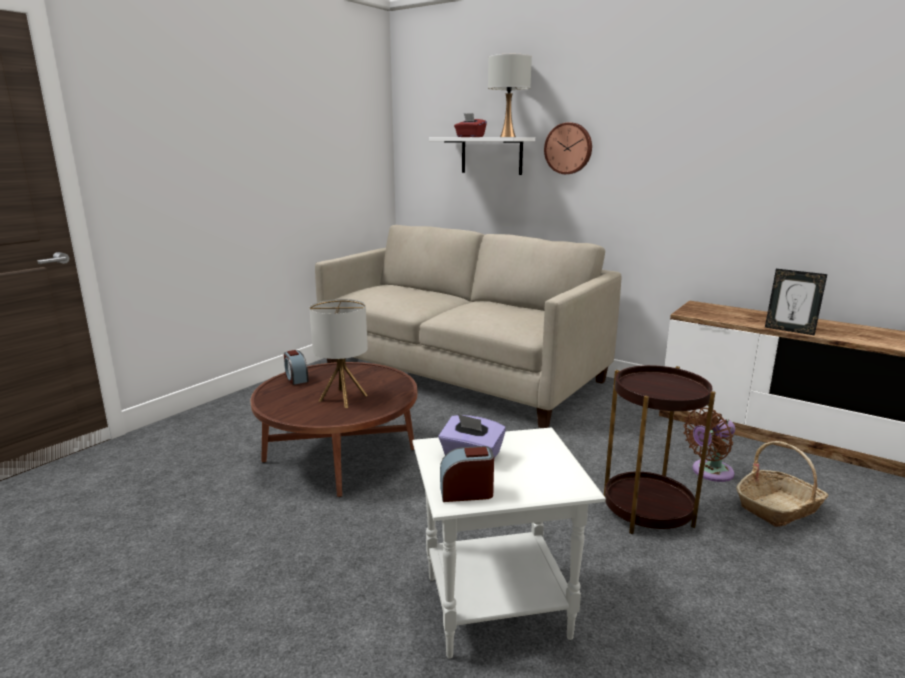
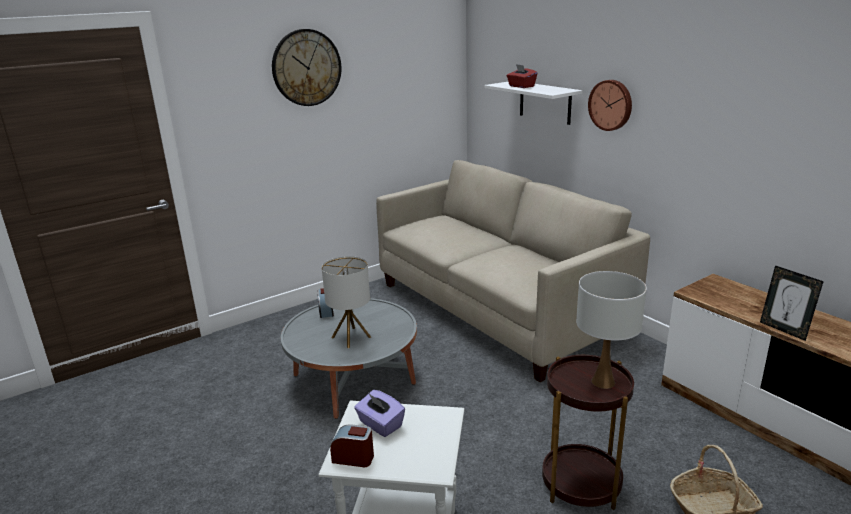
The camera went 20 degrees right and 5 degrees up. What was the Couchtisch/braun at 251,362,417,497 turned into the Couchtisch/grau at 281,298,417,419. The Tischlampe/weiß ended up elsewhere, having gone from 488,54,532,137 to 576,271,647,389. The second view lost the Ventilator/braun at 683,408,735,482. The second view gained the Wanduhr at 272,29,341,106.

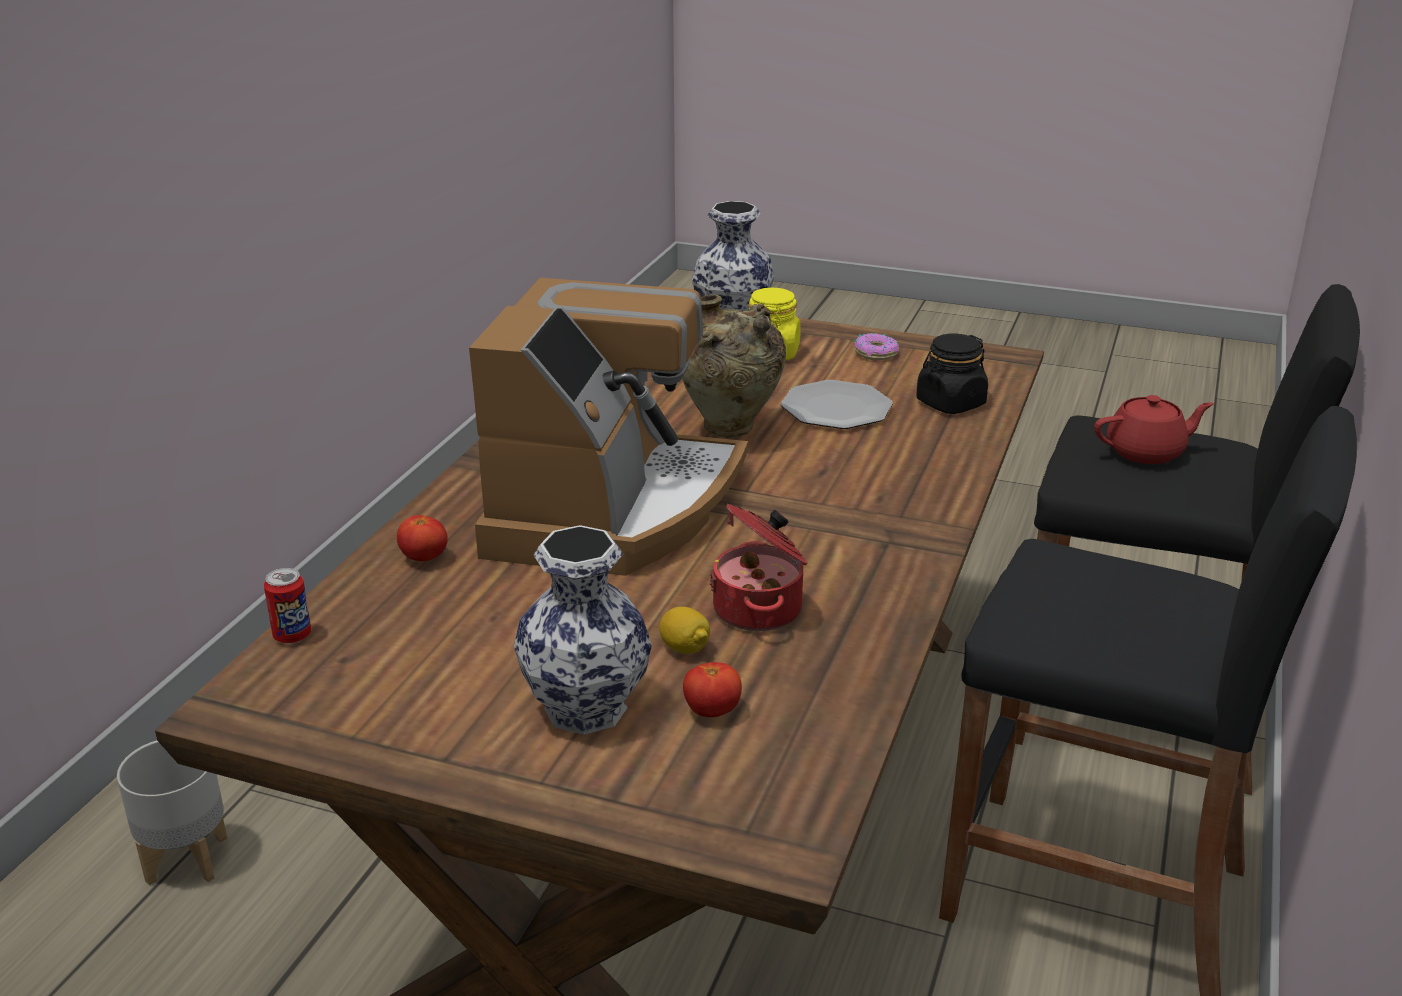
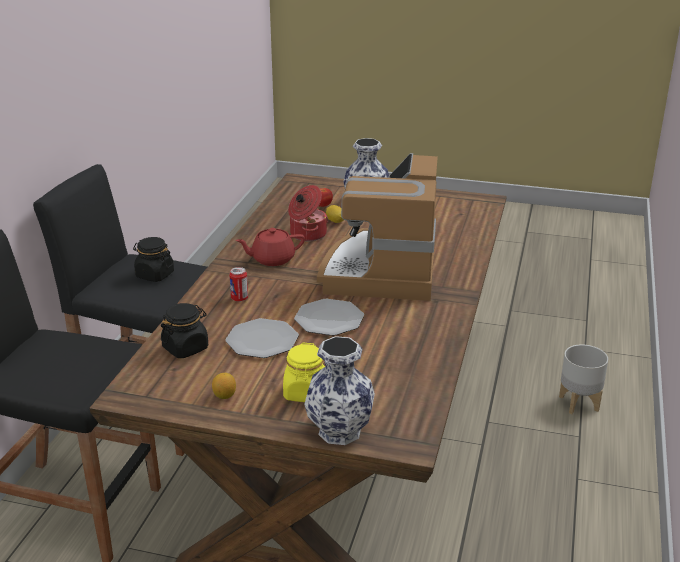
The camera went 175 degrees right and 0 degrees up. The Dose ended up elsewhere, having gone from 264,568,311,643 to 229,267,248,302. The second view lost the Tomate at 397,515,448,561. Where the Vase/beige stood at 682,294,786,438, the Teller came to stand at 294,299,364,336. Where the Donut stood at 854,333,899,360, the Zitrone came to stand at 212,373,236,399. The Teekanne/rot ended up elsewhere, having gone from 1094,395,1214,464 to 236,228,305,266. The second view gained the Vorratsglas/schwarz at 133,237,174,282.

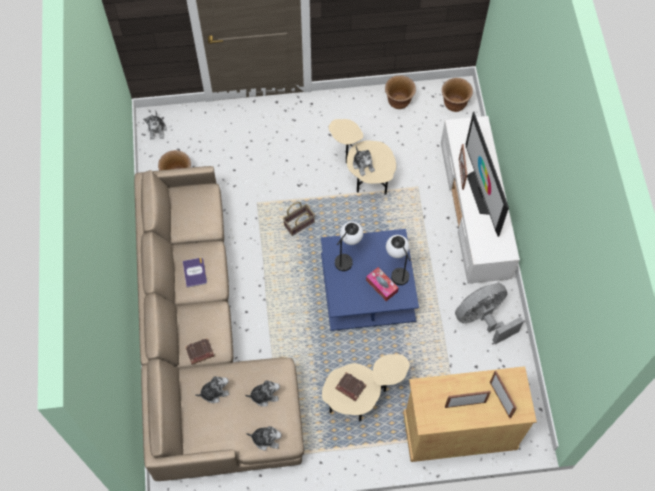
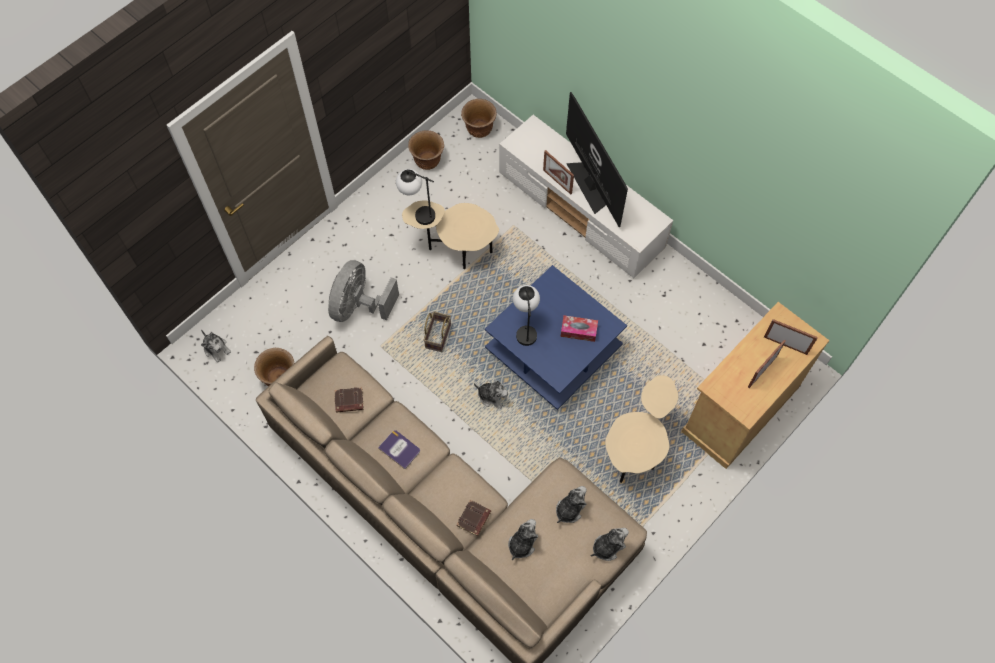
The camera went 40 degrees left and 0 degrees up. The Buch/braun ended up elsewhere, having gone from 335,372,367,401 to 334,387,364,413. The Plüschtier ended up elsewhere, having gone from 353,146,375,176 to 474,381,508,409. The Tischlampe ended up elsewhere, having gone from 386,235,411,285 to 396,169,435,225. The Ventilator/grau ended up elsewhere, having gone from 455,283,524,344 to 328,260,399,322. The Fernseher at 465,112,509,237 ended up facing another way, 150 degrees counterclockwise from before.

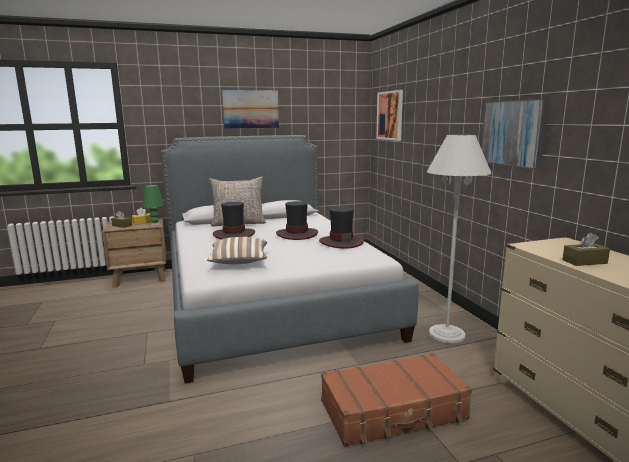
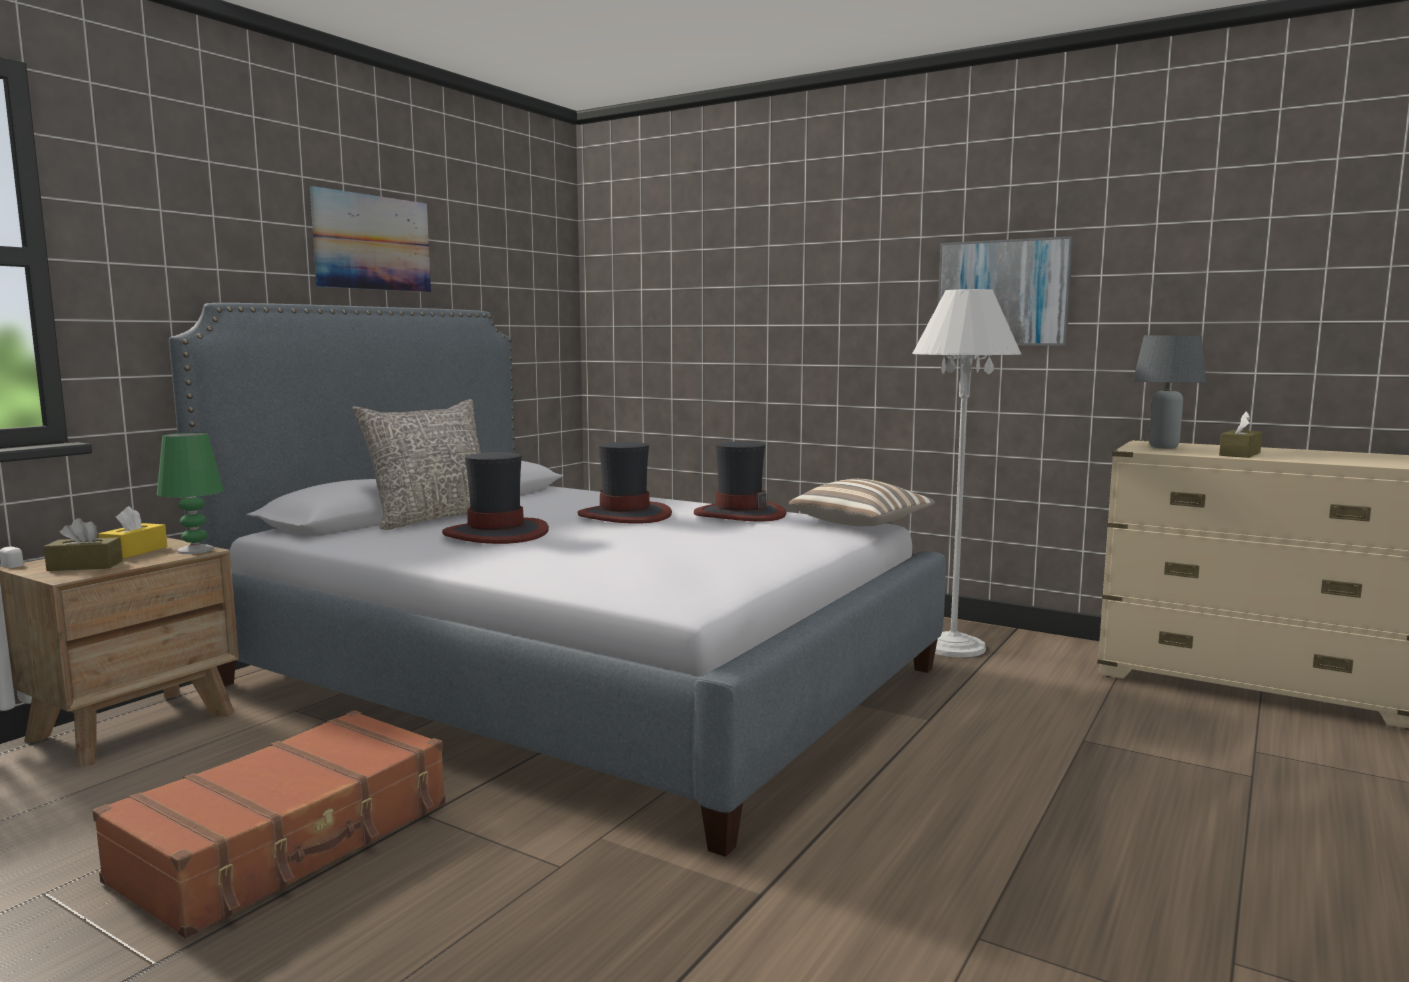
The camera went 40 degrees left and 5 degrees down. The Kissen ended up elsewhere, having gone from 207,237,268,264 to 789,479,935,526. The Koffer/braun ended up elsewhere, having gone from 321,353,472,447 to 92,710,446,938. The second view lost the Bild at 376,90,403,141. The second view gained the Tischlampe/grau at 1133,335,1206,449.

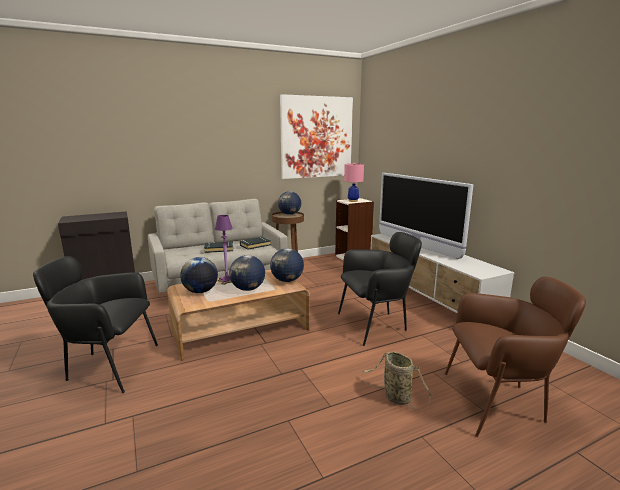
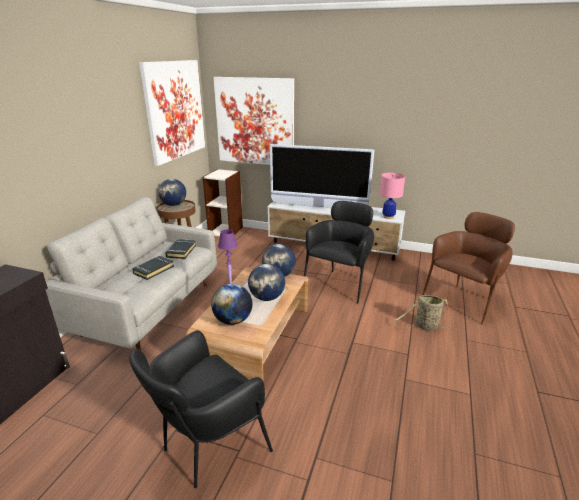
The camera went 45 degrees left and 10 degrees up. The Tischlampe/rosa ended up elsewhere, having gone from 344,163,364,202 to 380,173,405,219. The second view gained the Bild at 214,77,294,165.

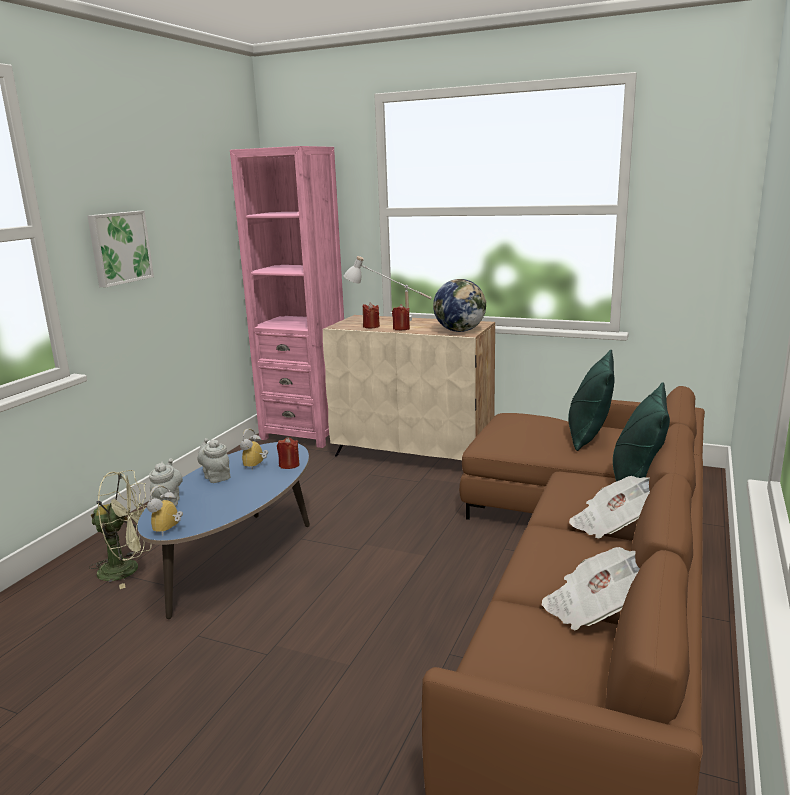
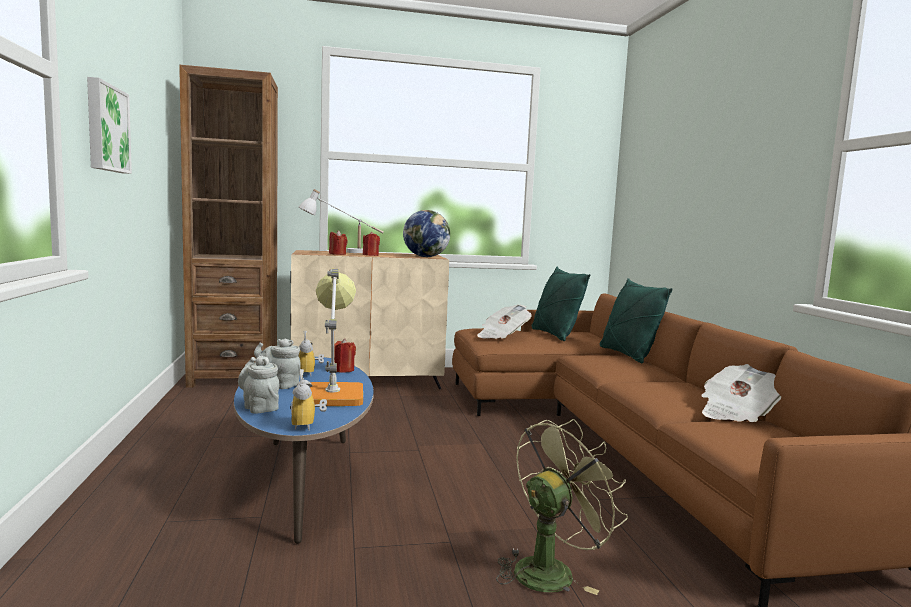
The camera went 35 degrees left and 10 degrees down. The Ventilator/grün ended up elsewhere, having gone from 89,470,152,589 to 496,419,628,595. What was the Bücherregal/rosa at 230,146,344,448 turned into the Bücherregal/braun at 179,65,278,388. The Zeitung ended up elsewhere, having gone from 569,476,650,538 to 477,305,531,339. The second view gained the Tischlampe at 310,269,363,406.

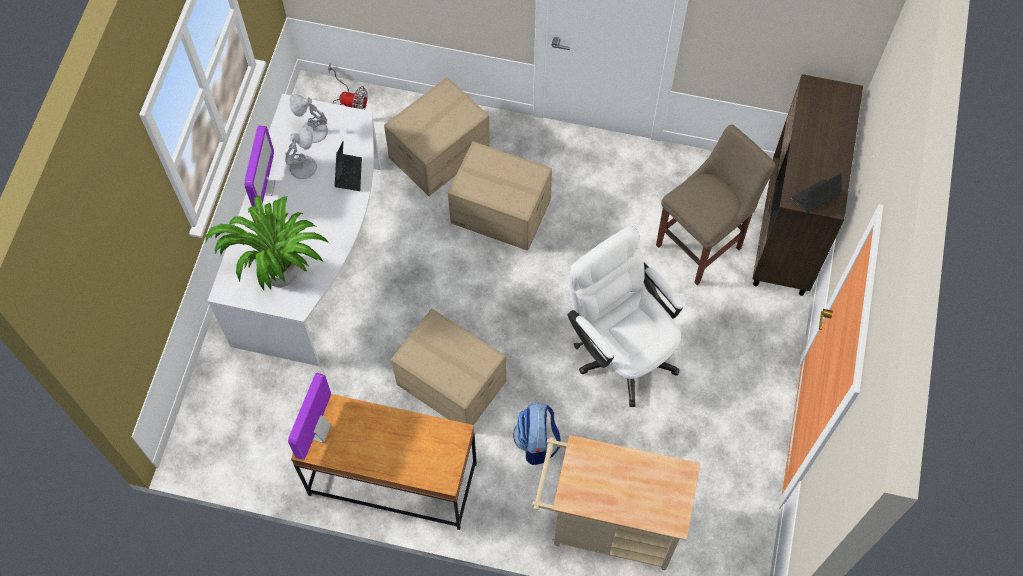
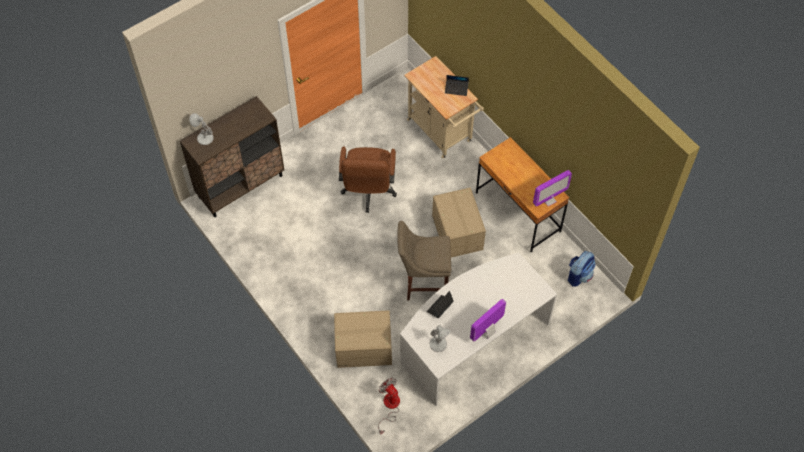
The camera went 140 degrees left and 5 degrees down. The second view lost the Topfpflanze at 205,195,329,290. The Tischlampe/weiß ended up elsewhere, having gone from 285,126,317,179 to 189,113,214,145. The second view lost the Karton at 448,141,552,251. The Rucksack ended up elsewhere, having gone from 513,402,561,465 to 568,251,596,287. What was the Bürostuhl/weiß at 568,226,683,407 turned into the Bürostuhl/braun at 339,147,397,213. The Hocker/beige ended up elsewhere, having gone from 656,125,776,285 to 397,221,451,300. The Laptop ended up elsewhere, having gone from 791,173,842,213 to 445,75,469,96.

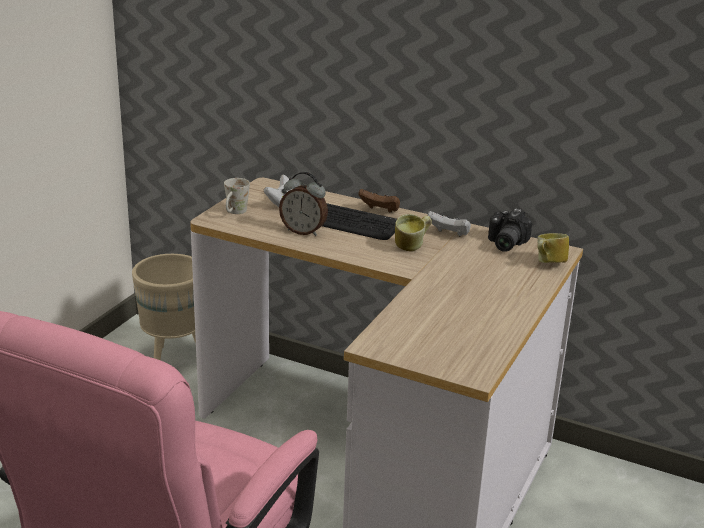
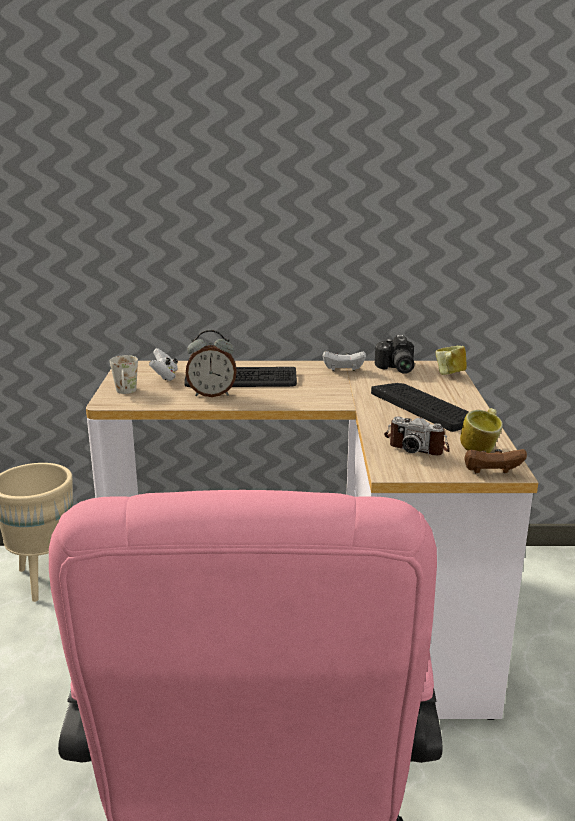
The camera went 25 degrees left and 5 degrees down. The Gamepad/braun ended up elsewhere, having gone from 358,189,400,213 to 464,449,527,474. The Henkelbecher ended up elsewhere, having gone from 395,214,432,252 to 460,408,503,453. The second view gained the Tastatur at 371,383,469,432. The second view gained the Kamera at 384,416,450,456.

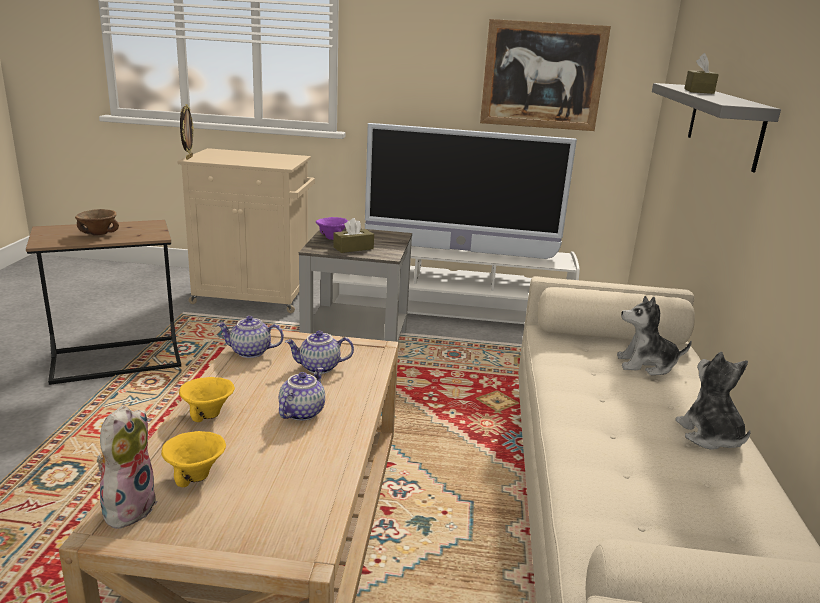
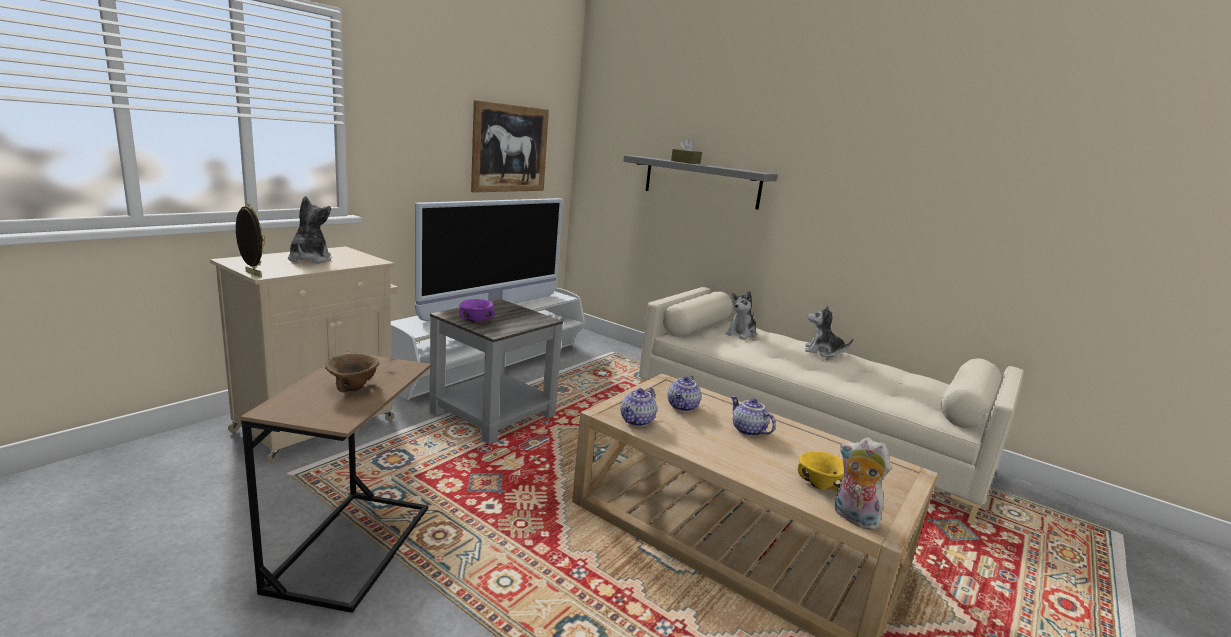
The camera went 60 degrees left and 5 degrees down. The second view lost the Schüssel/gelb at 179,377,235,422. The second view lost the Taschentuchbox/braun at 333,218,374,253. The second view gained the Plüschtier at 288,196,331,263.

